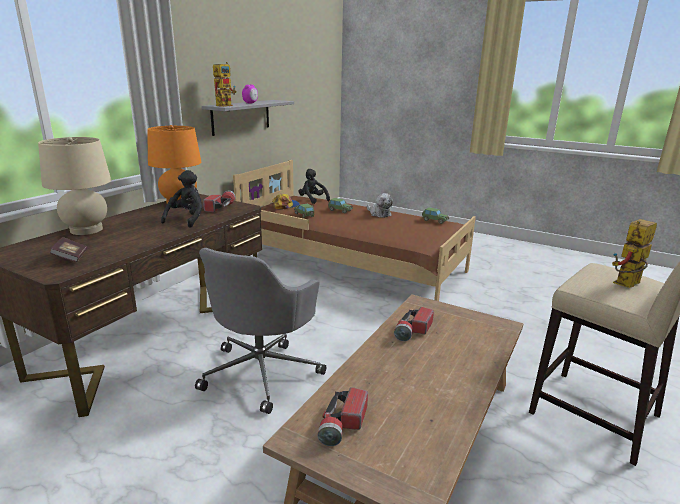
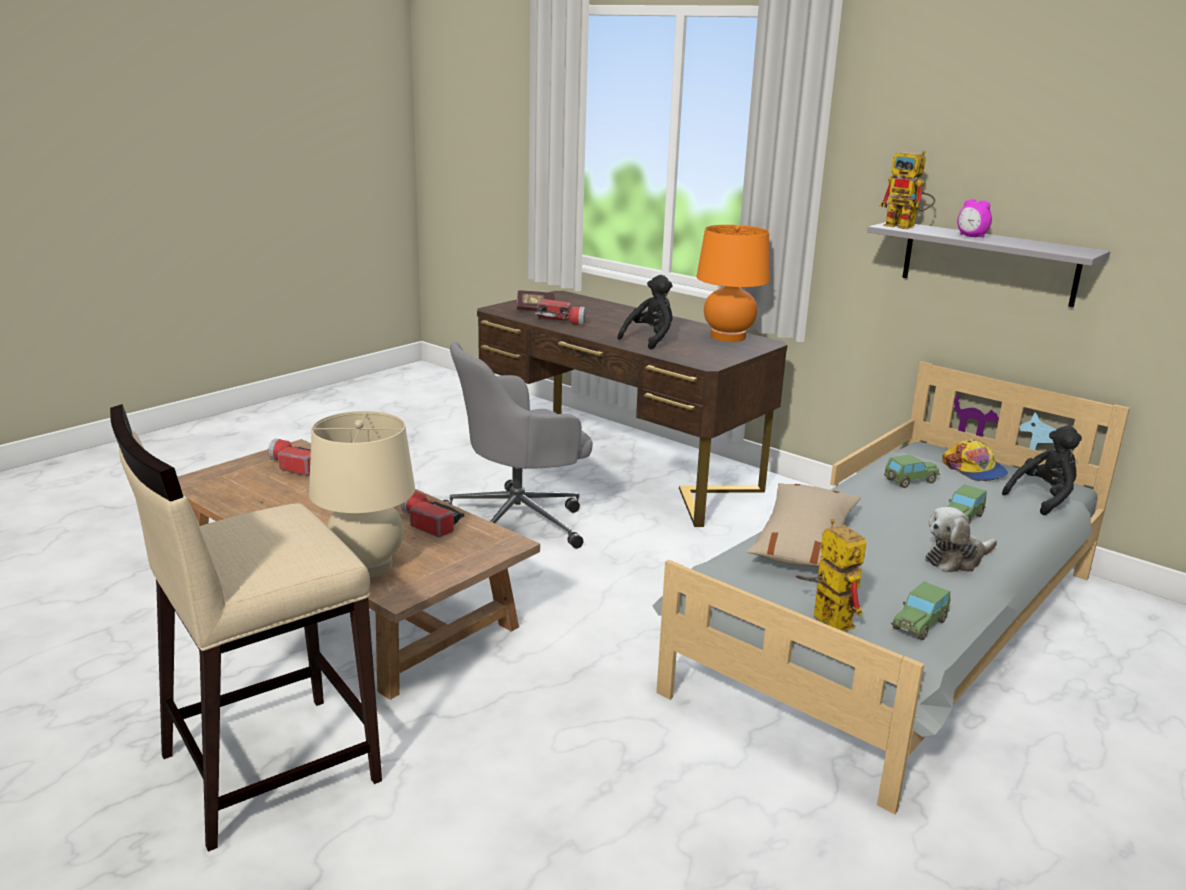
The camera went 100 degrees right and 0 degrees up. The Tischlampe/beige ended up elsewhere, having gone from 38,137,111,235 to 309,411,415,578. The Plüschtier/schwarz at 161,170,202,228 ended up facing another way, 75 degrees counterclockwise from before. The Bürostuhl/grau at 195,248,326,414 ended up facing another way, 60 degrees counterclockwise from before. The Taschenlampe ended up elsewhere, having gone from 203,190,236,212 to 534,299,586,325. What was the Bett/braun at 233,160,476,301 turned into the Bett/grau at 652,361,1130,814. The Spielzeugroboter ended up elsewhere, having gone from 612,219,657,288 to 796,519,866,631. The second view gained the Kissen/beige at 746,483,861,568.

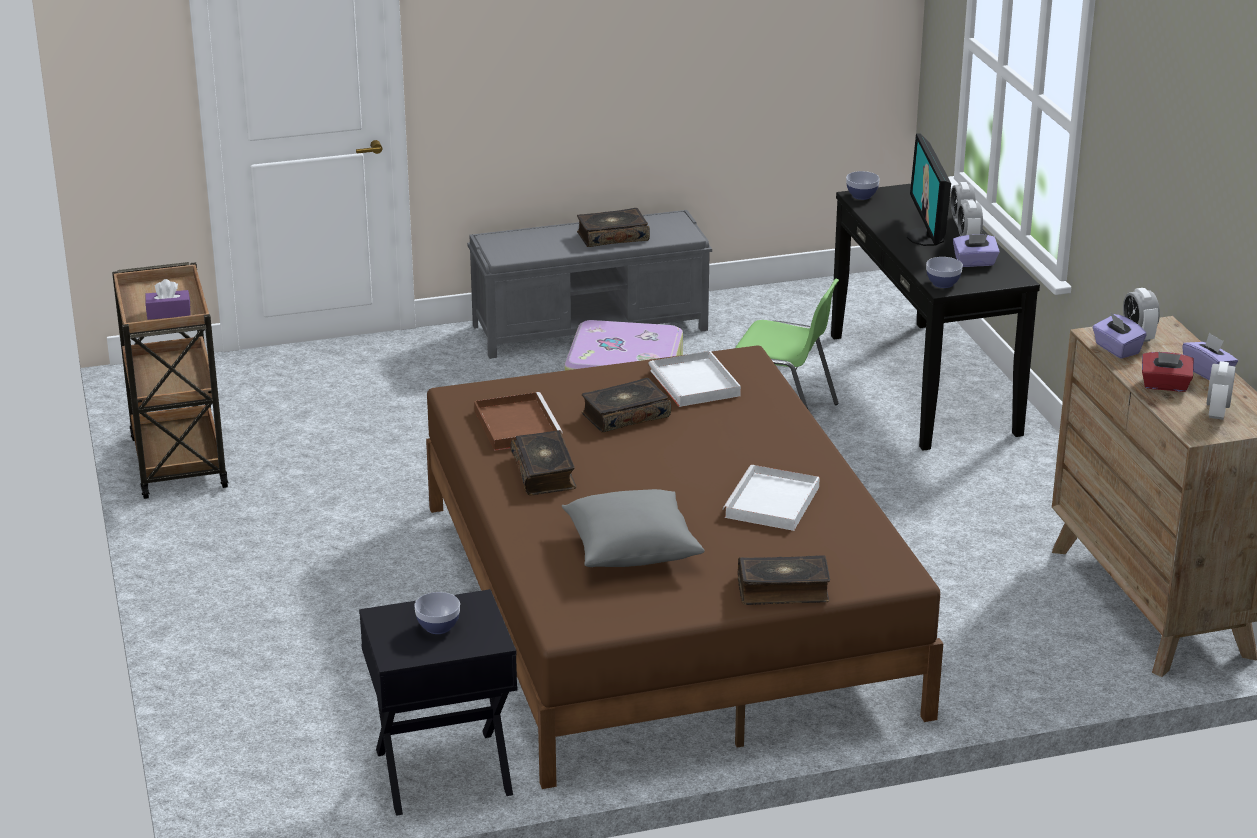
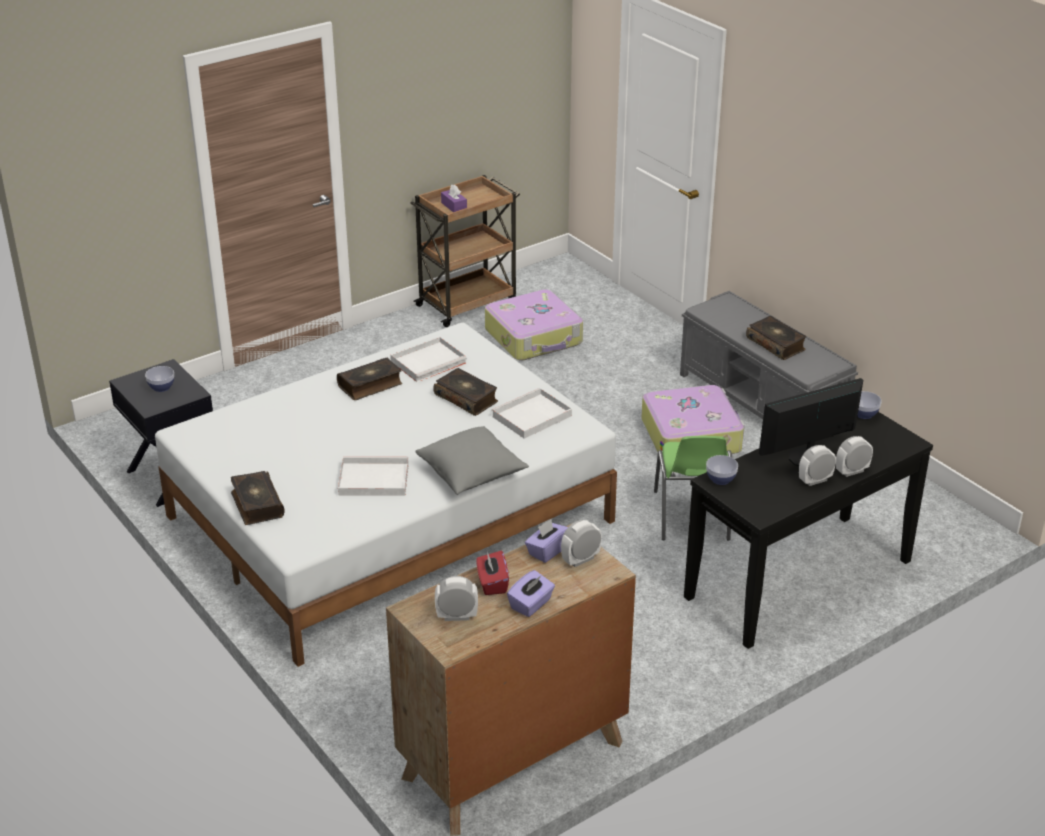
The camera went 70 degrees right and 5 degrees up. What was the Bett/braun at 426,345,943,789 turned into the Bett/weiß at 155,322,617,667. What was the Tablett/braun at 474,392,563,451 turned into the Tablett/weiß at 390,337,467,382. The Kissen/grau ended up elsewhere, having gone from 562,489,705,567 to 416,426,529,495. The second view lost the Taschentuchbox/lila at 953,234,1000,267. The second view gained the Koffer at 485,289,583,361.

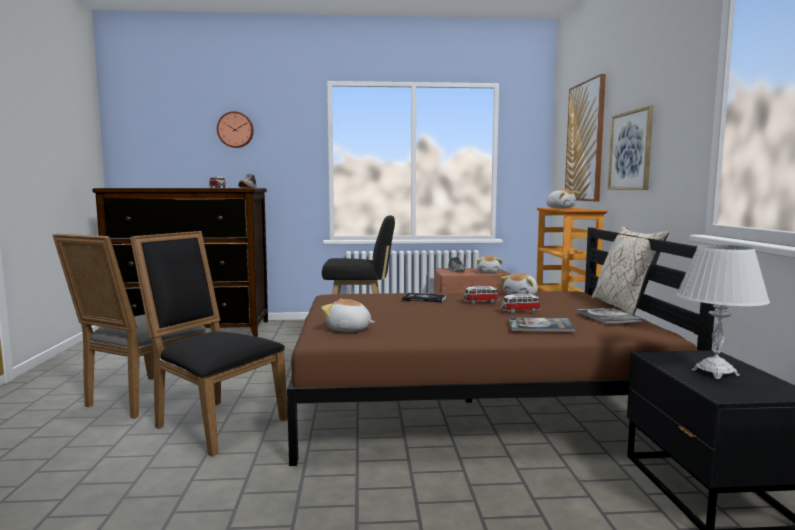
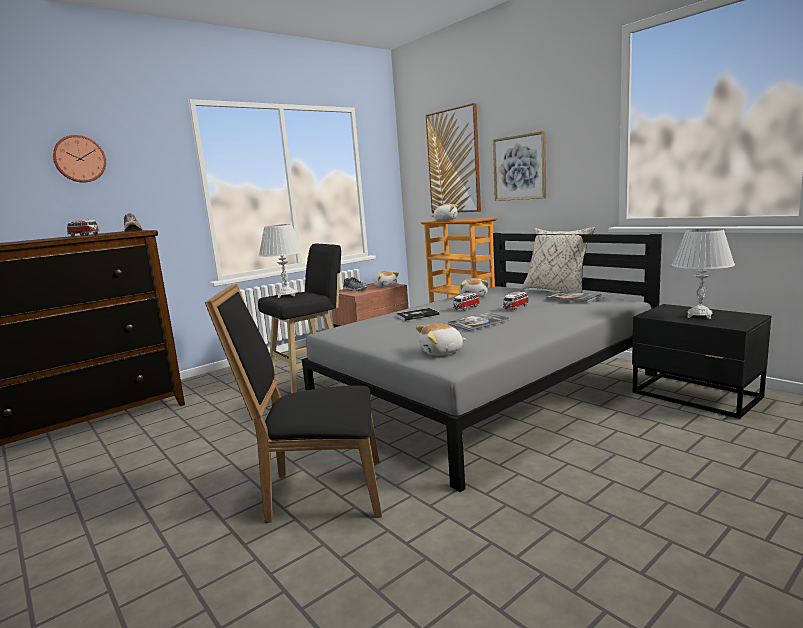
The camera went 35 degrees left and 5 degrees up. The second view lost the Stuhl/grau at 52,233,206,419. What was the Bett/braun at 287,227,715,466 turned into the Bett/grau at 302,233,662,492. The Buch ended up elsewhere, having gone from 508,317,576,332 to 448,313,509,331. The second view gained the Tischlampe/weiß at 259,224,304,298.

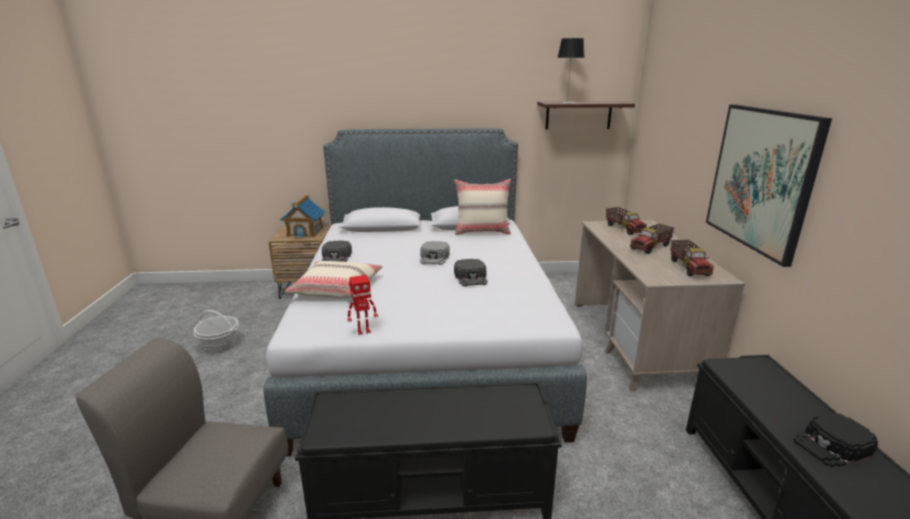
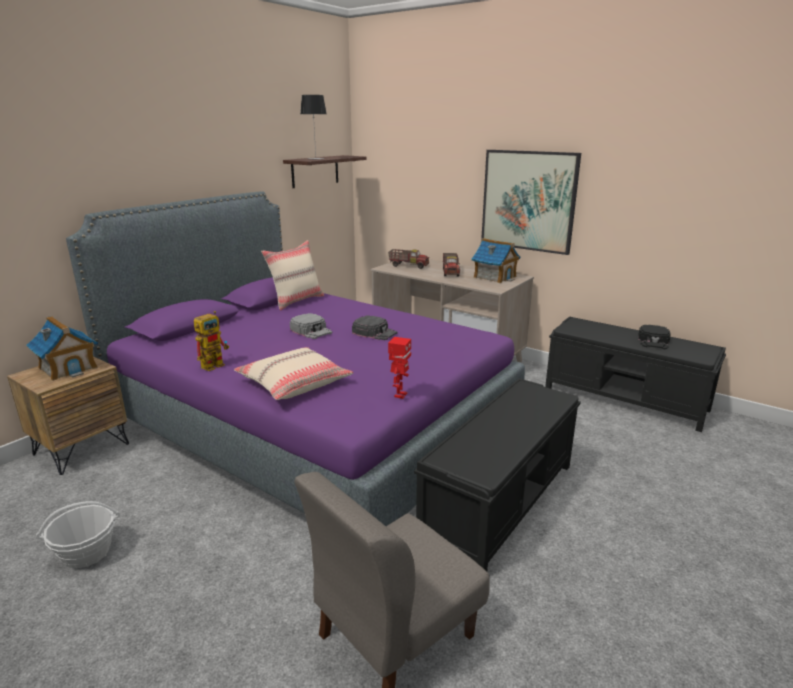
The camera went 50 degrees left and 0 degrees up. What was the Bett/grau at 263,128,587,456 turned into the Bett/lila at 66,192,525,526. Where the Kappe/schwarz stood at 321,241,352,262, the Spielzeugroboter came to stand at 194,311,229,371. Where the Spielzeuglaster stood at 670,240,714,276, the Spielzeughaus came to stand at 472,238,520,283.

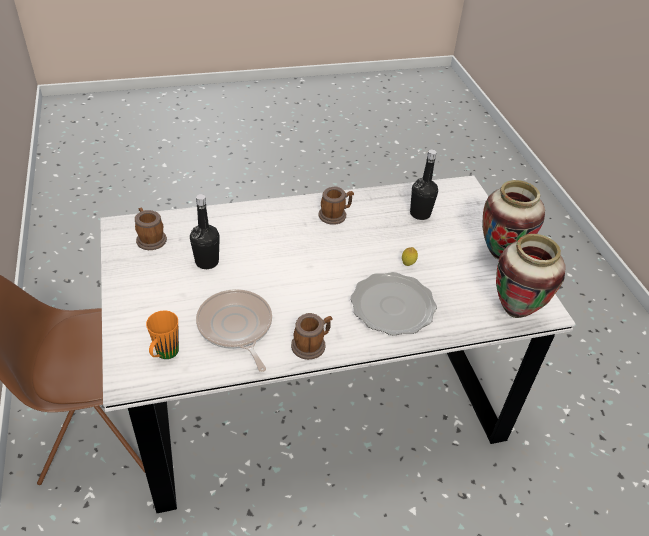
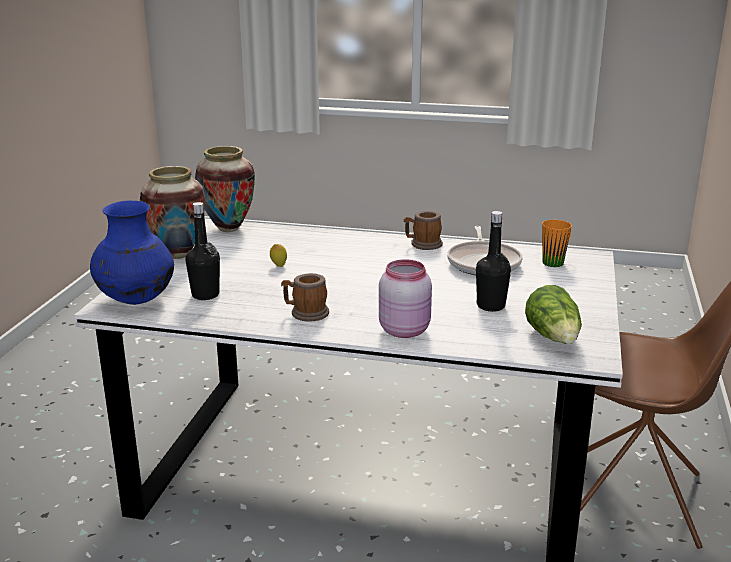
The camera went 150 degrees left and 20 degrees down. Where the Henkelbecher stood at 135,208,167,250, the Salatkopf came to stand at 525,285,582,344. The second view lost the Teller at 350,272,437,336. The second view gained the Vase/blau at 90,201,174,305. The second view gained the Vorratsglas/rosa at 379,259,432,338.

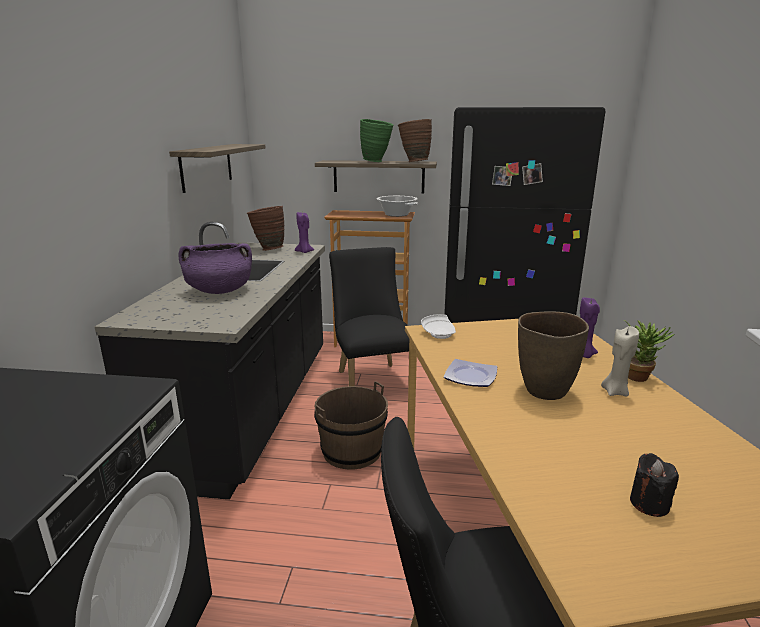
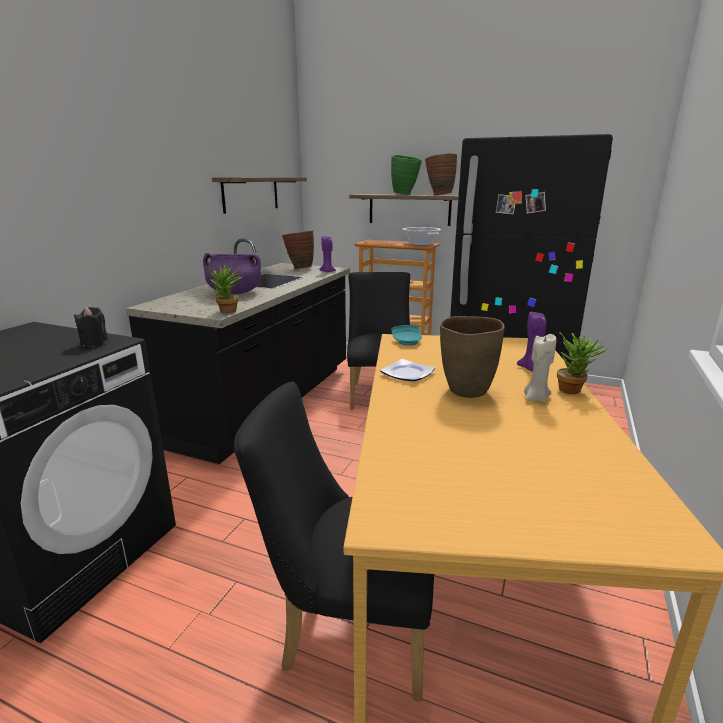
The camera went 15 degrees right and 0 degrees up. The second view lost the Eimer/braun at 315,381,388,470. What was the Teller/weiß at 421,314,456,339 turned into the Teller/türkis at 391,325,422,346. The Kerze/schwarz ended up elsewhere, having gone from 630,453,679,517 to 74,307,109,347. The second view gained the Topfpflanze at 209,265,242,313.

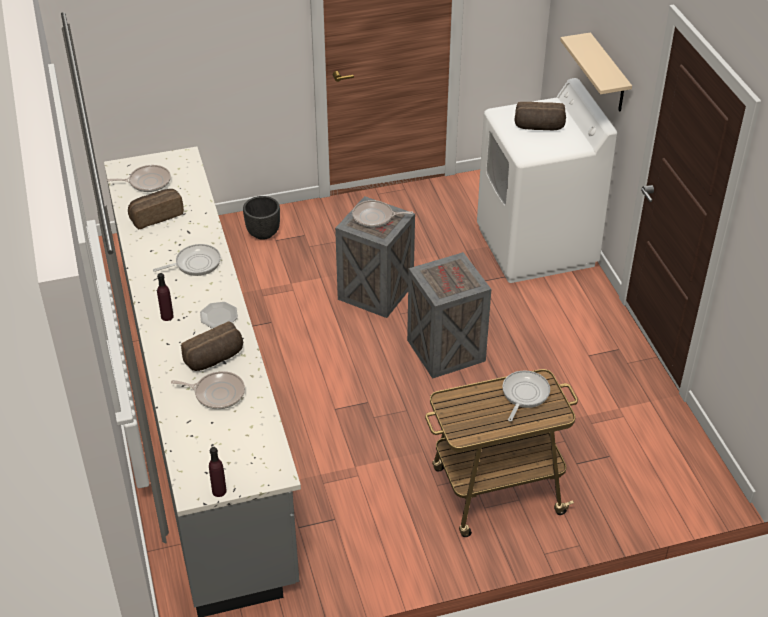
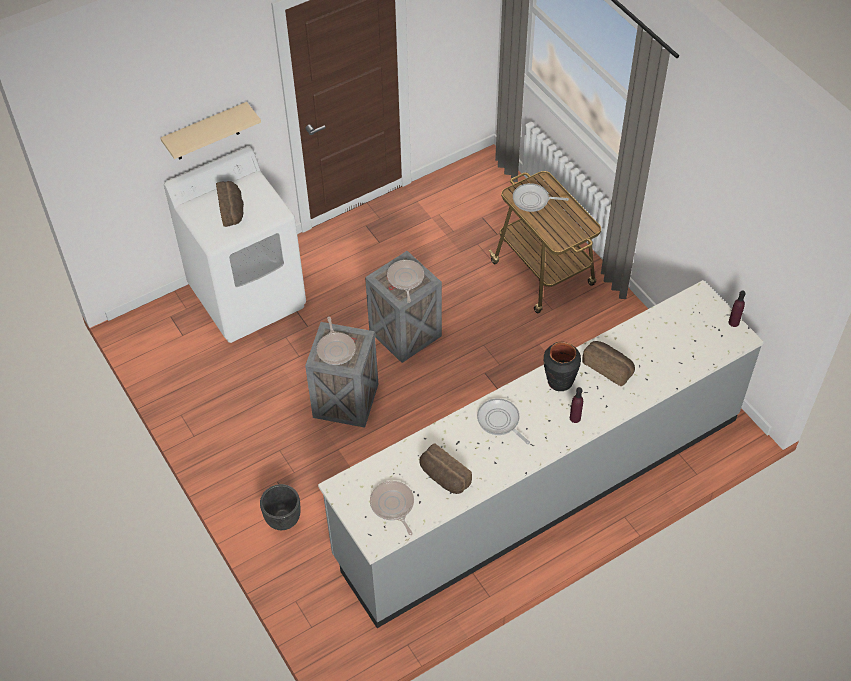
The camera went 105 degrees left and 10 degrees up. The Pfanne ended up elsewhere, having gone from 171,371,245,409 to 387,260,424,303. Where the Teller stood at 200,302,238,328, the Vase/schwarz came to stand at 543,342,581,391.

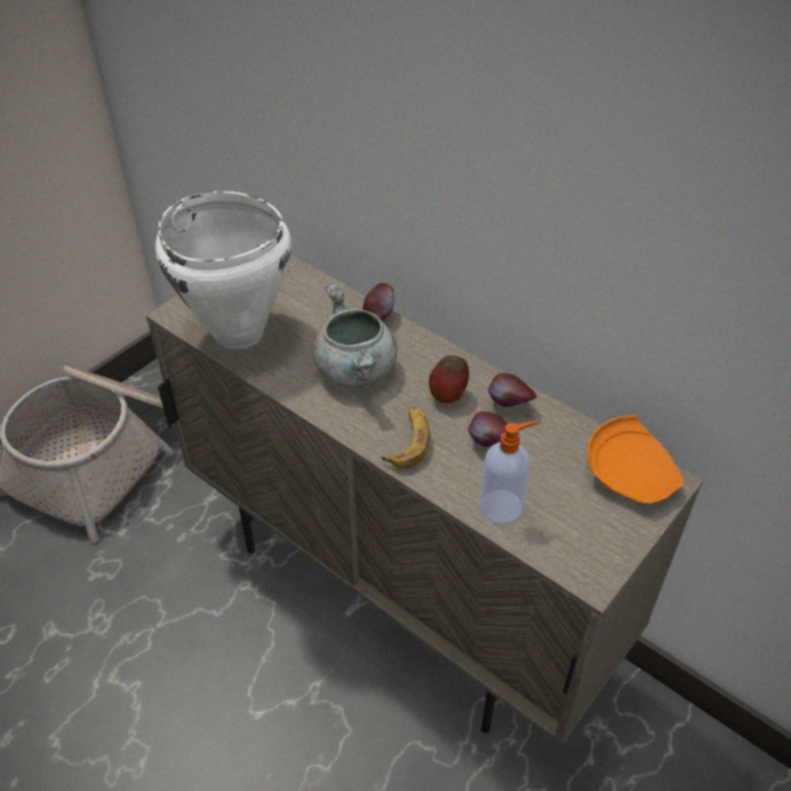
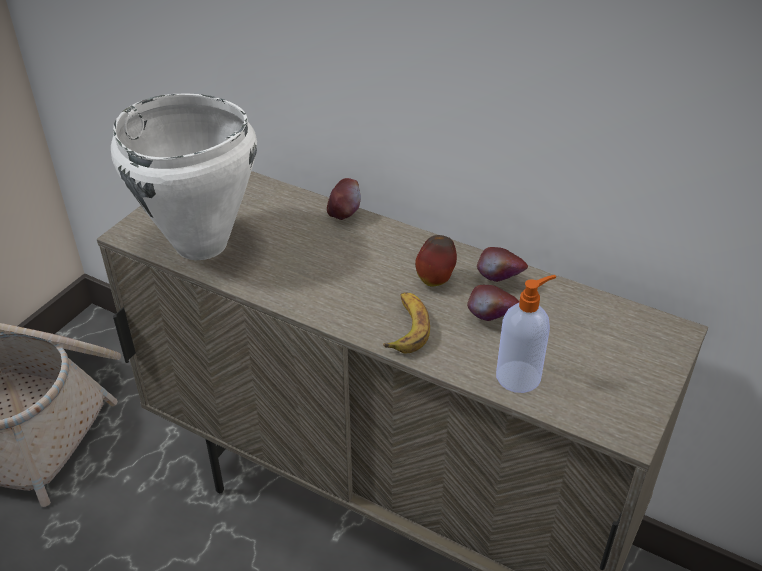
The camera went 10 degrees left and 5 degrees down. The second view lost the Kochtopf/grau at 313,284,397,387. The second view lost the Teller/orange at 587,415,684,504.

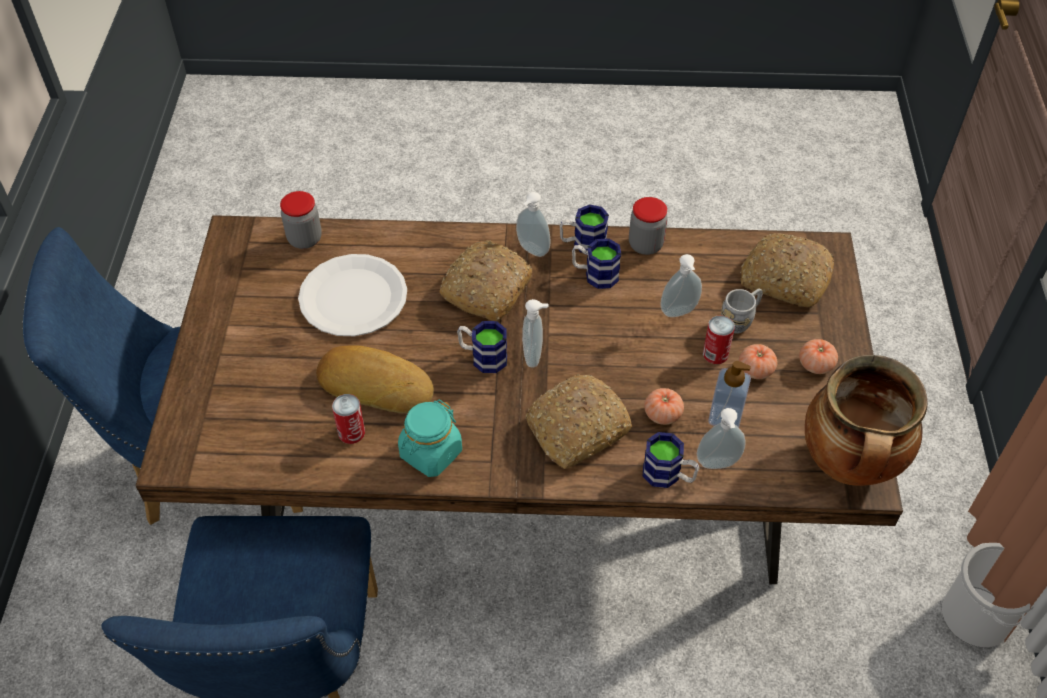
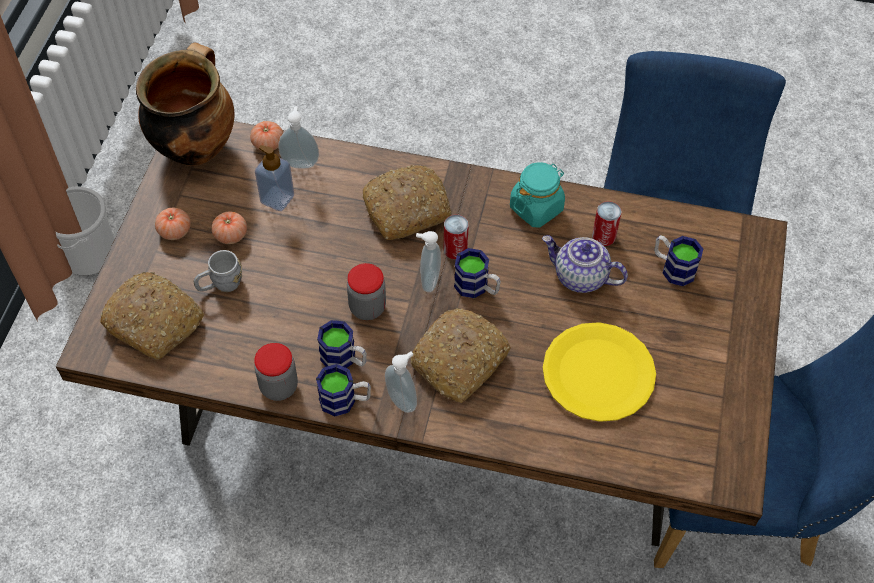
The camera went 170 degrees left and 5 degrees up. The Vorratsglas ended up elsewhere, having gone from 280,191,322,249 to 347,263,386,320. What was the Teller/weiß at 298,254,407,336 turned into the Teller/gelb at 543,322,656,422. Where the Brot stood at 316,345,434,413, the Teekanne came to stand at 542,235,628,293. The Henkelbecher ended up elsewhere, having gone from 643,432,699,488 to 654,235,703,286. The Tomate ended up elsewhere, having gone from 644,388,684,425 to 250,121,283,151. The second view lost the Seifenspender at 660,254,702,317. The Dose ended up elsewhere, having gone from 703,315,735,364 to 443,215,469,259.

